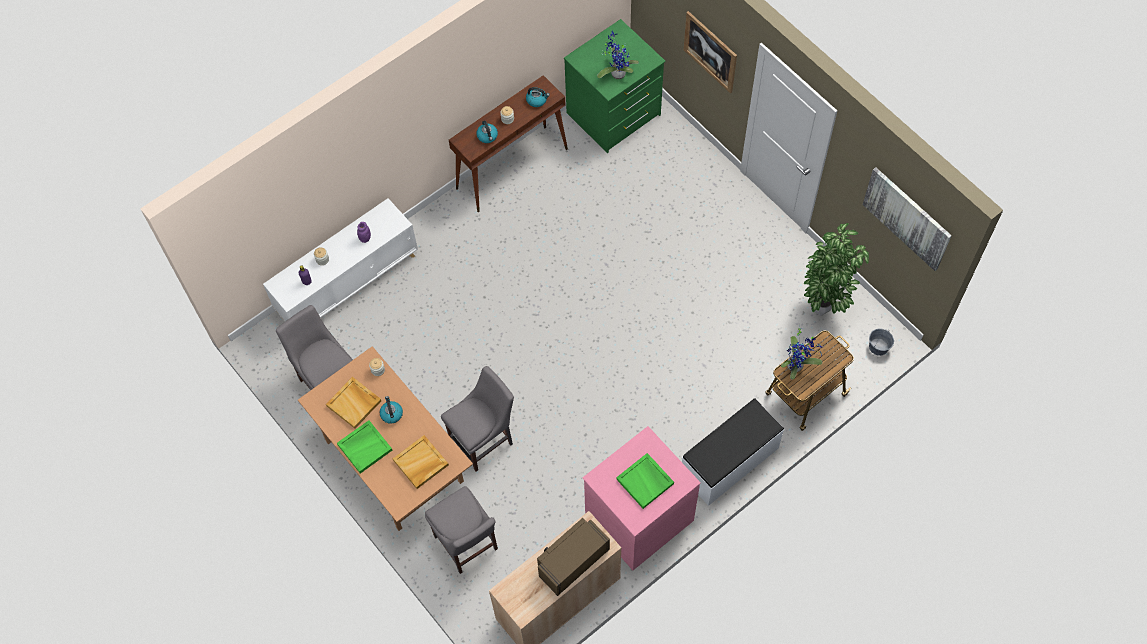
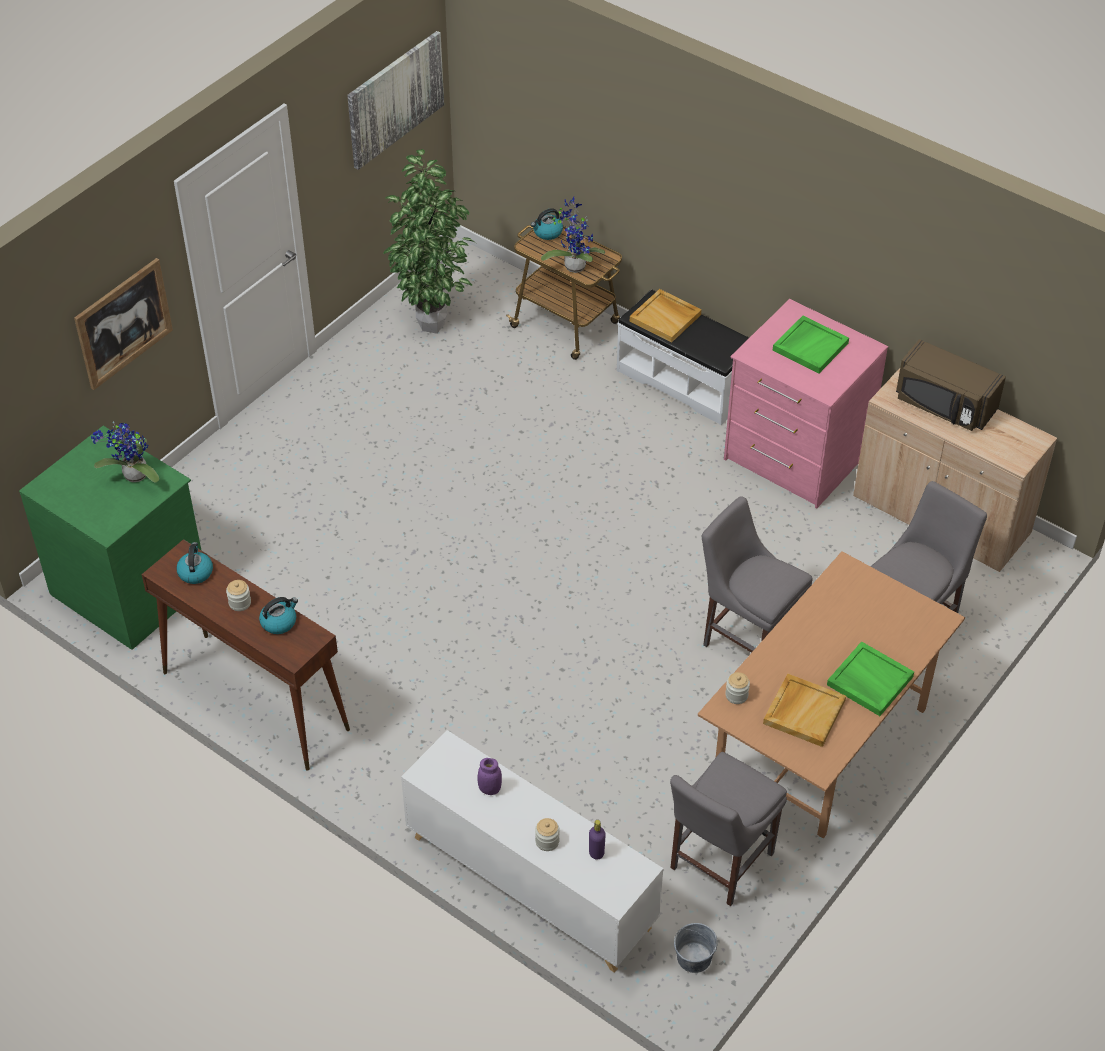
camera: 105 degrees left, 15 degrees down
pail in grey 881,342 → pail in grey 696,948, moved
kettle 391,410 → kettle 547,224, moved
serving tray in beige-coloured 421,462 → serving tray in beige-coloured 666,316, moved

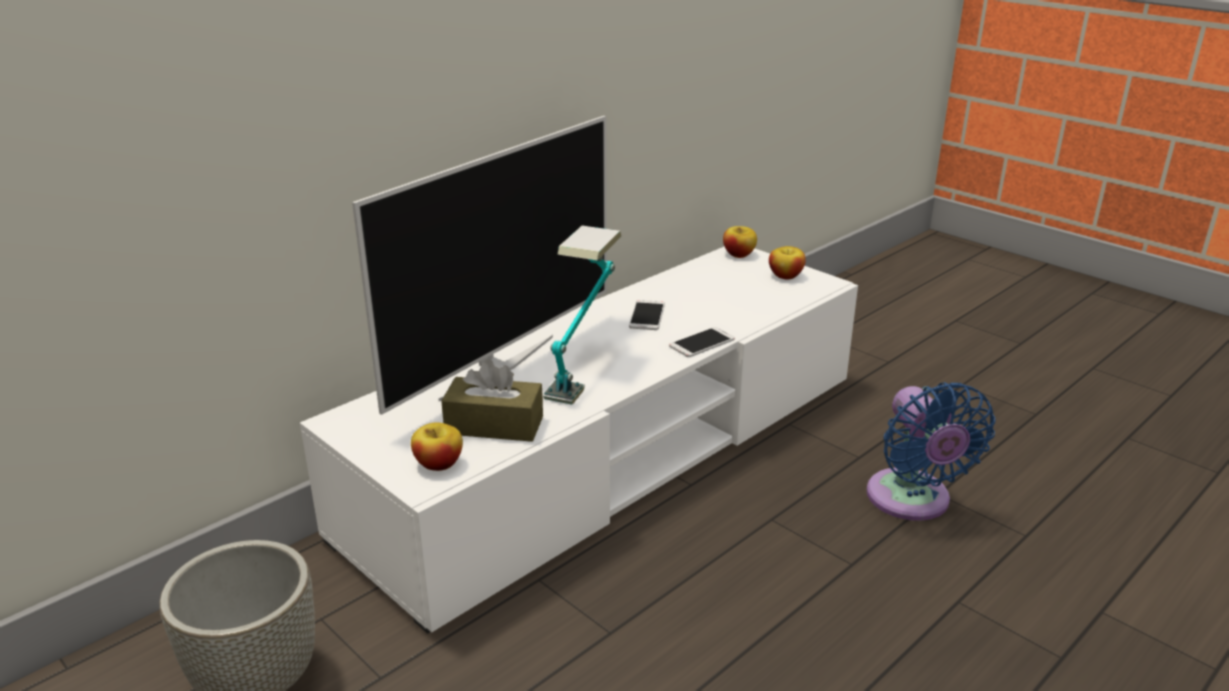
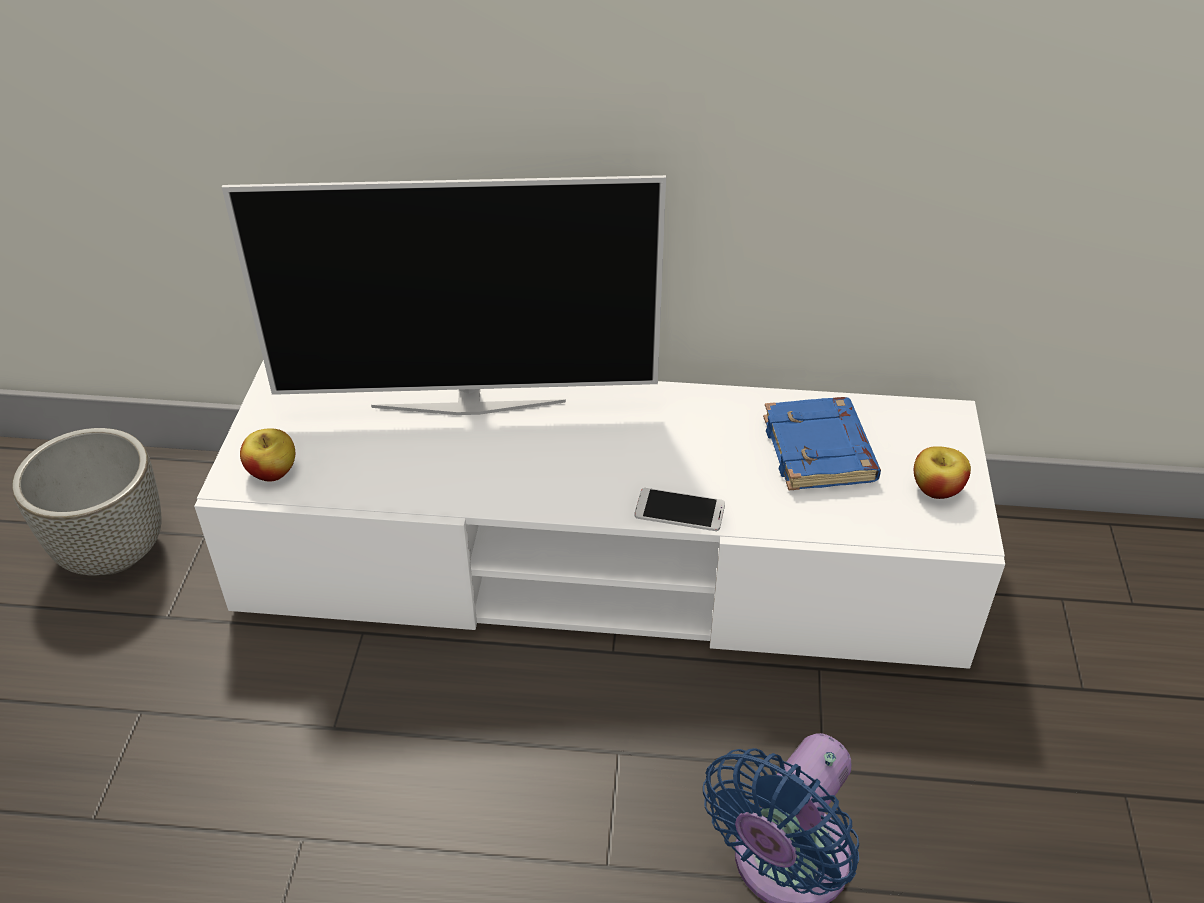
camera: 50 degrees right, 15 degrees up
lamp for a table 582,315 → -
whole apple 740,242 → -
phone 647,315 → -
tissue box in brown-coloured 492,400 → -
- → volume in bluish 822,443

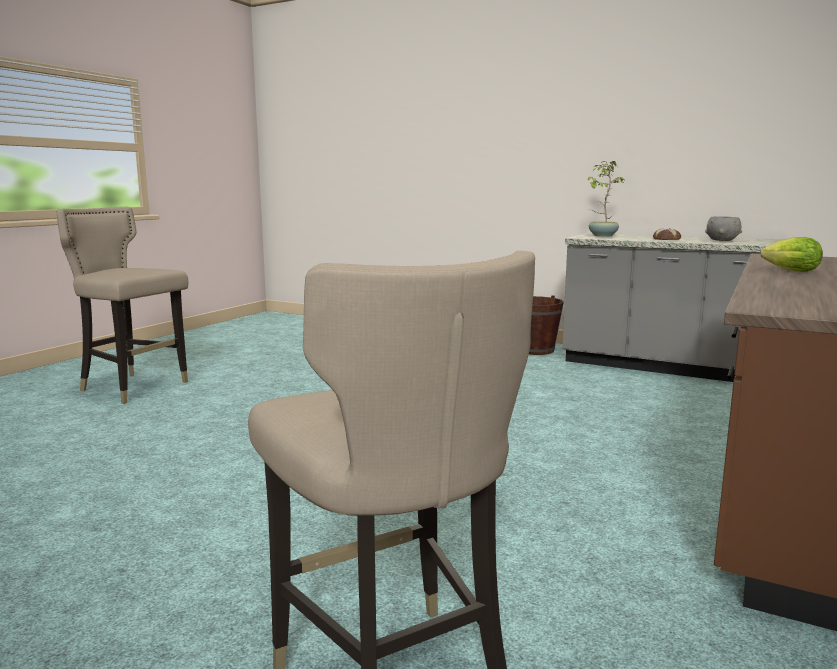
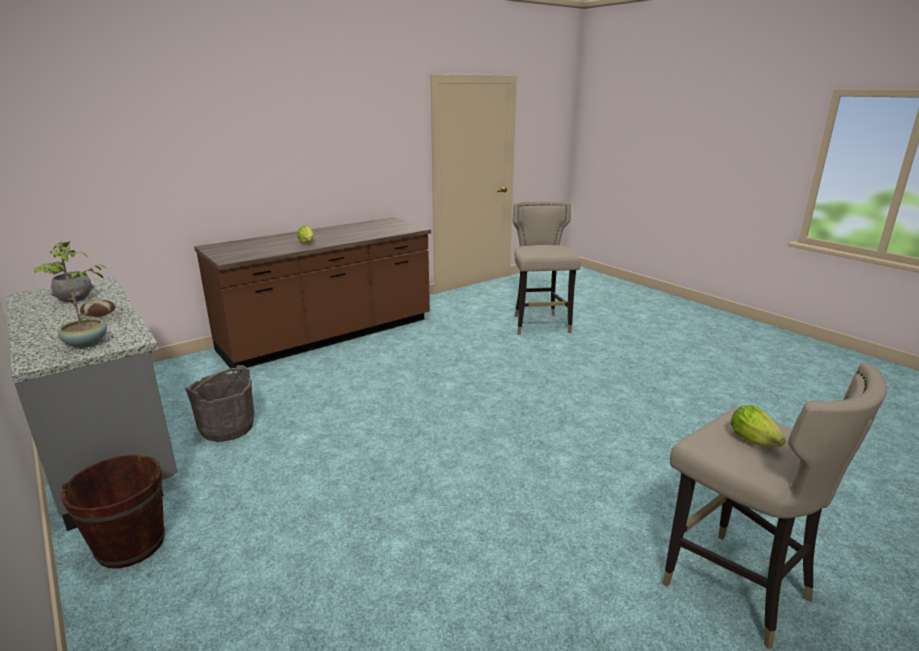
camera: 155 degrees left, 10 degrees up
- → pail in grey 219,403
- → lettuce 758,426

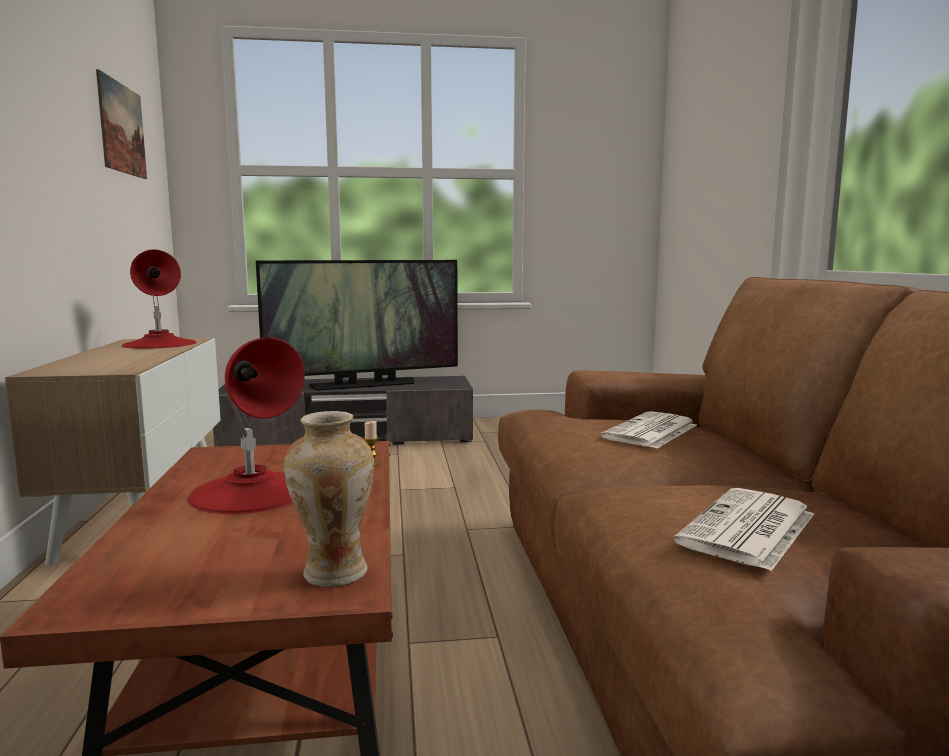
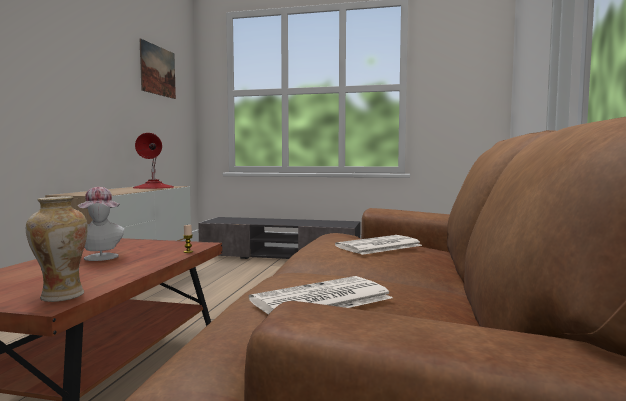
camera: 20 degrees right, 5 degrees down
TV set 357,325 → -
lamp for a table in red-coloured 246,425 → wearable hat 101,224

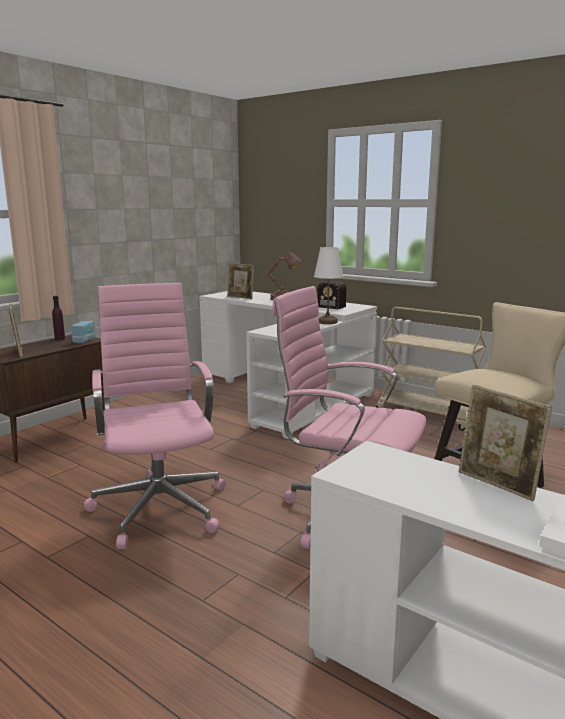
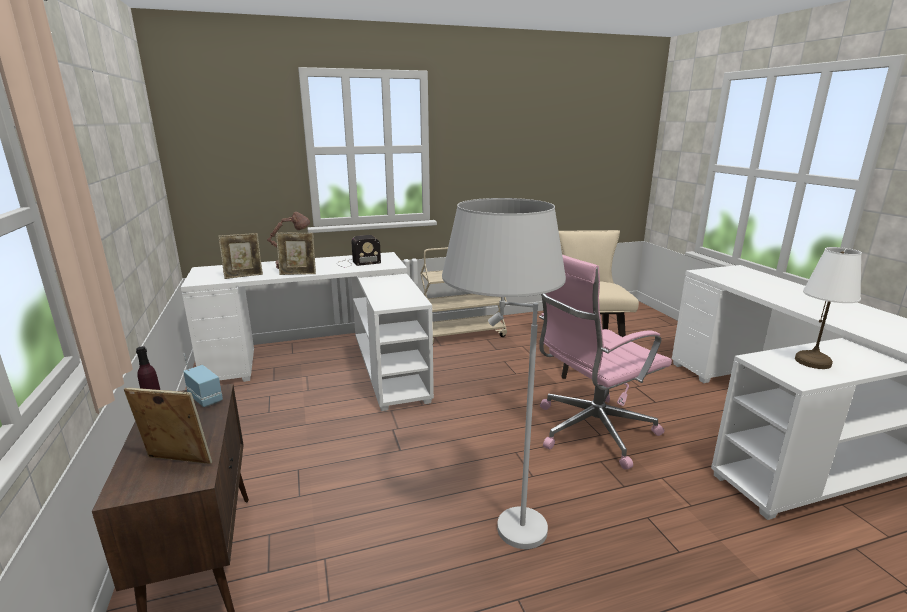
camera: 55 degrees left, 5 degrees up
lamp for a table in whitish 328,285 → lamp for a table in whitish 828,308, moved
office chair in pink 155,416 → standard lamp in whitish 504,373
picture frame 505,443 → picture frame 296,254, moved

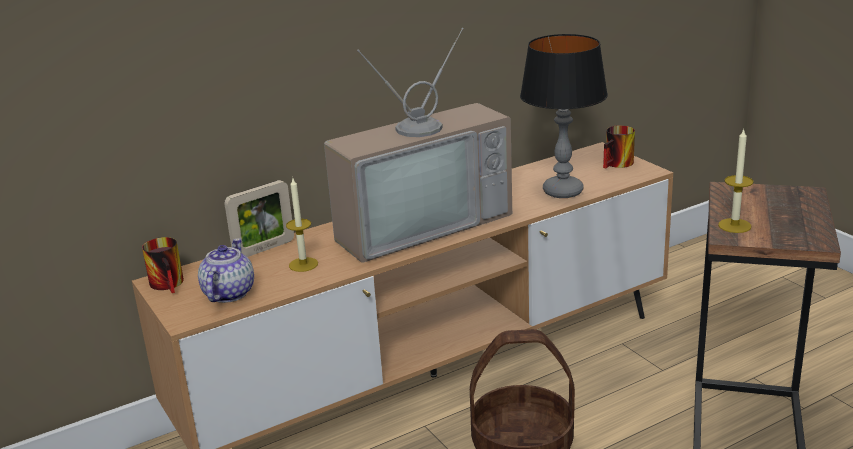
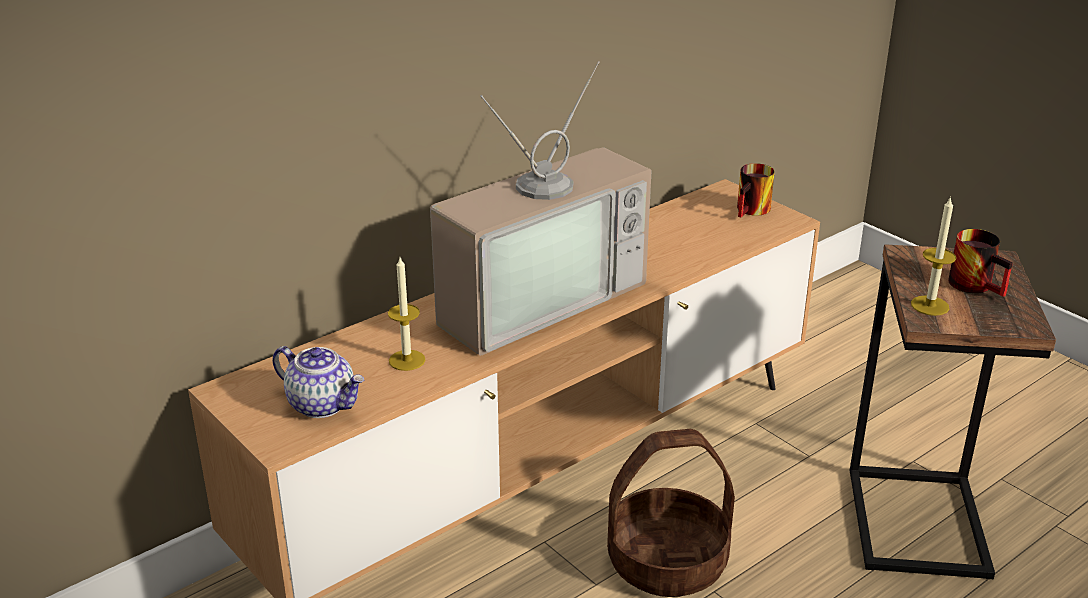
camera: 10 degrees left, 5 degrees up
lamp for a table 564,116 → -
picture frame 259,218 → -
tea mug 163,265 → tea mug 980,263, moved
pot for tea 226,270 → pot for tea 318,382, 120 degrees clockwise

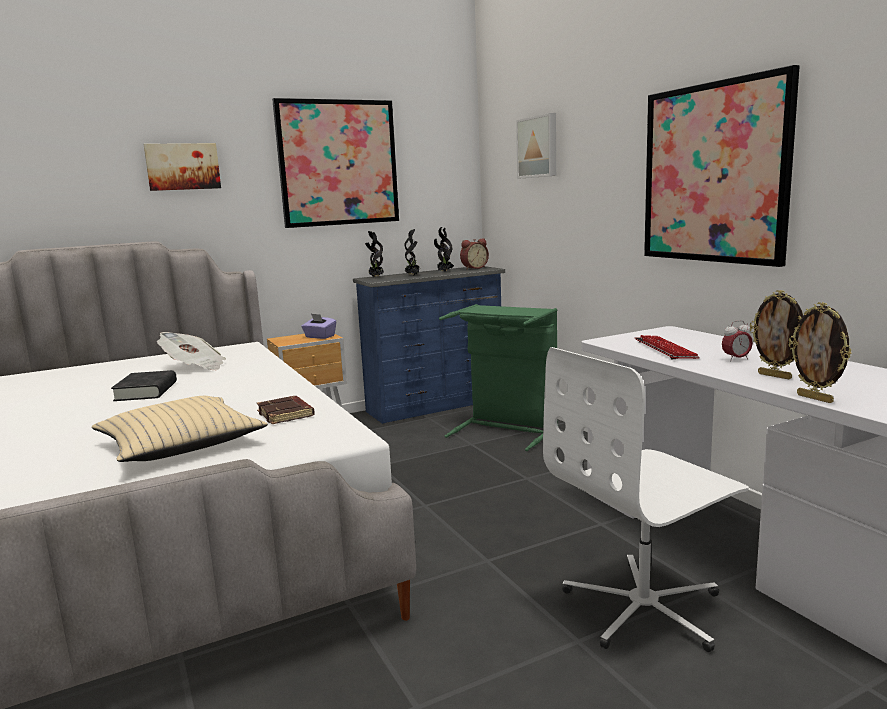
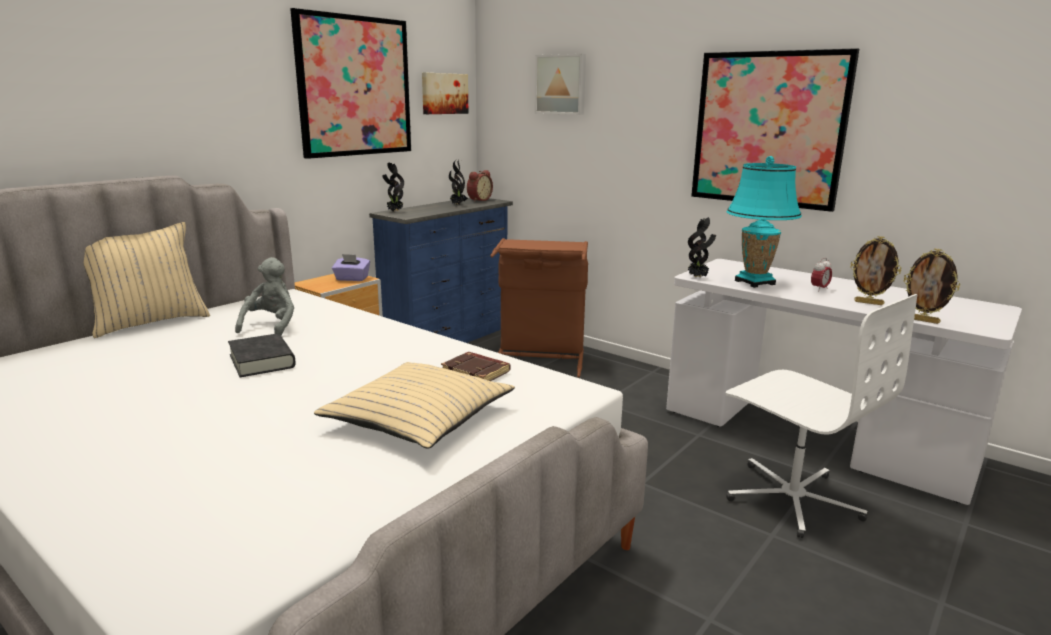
camera: 25 degrees left, 5 degrees up
picture 182,167 → picture 445,93, moved
houseplant 412,252 → houseplant 702,247, moved
washing basket in green-coloured 498,377 → washing basket in brown-coloured 539,307
newspaper 191,351 → cuddly toy in grey 264,296
PC keyboard 667,347 → lamp for a table in blue-green 764,222
office chair in whitish 646,499 → office chair in whitish 822,416, 75 degrees counterclockwise
- → cushion in beige-coloured 147,280

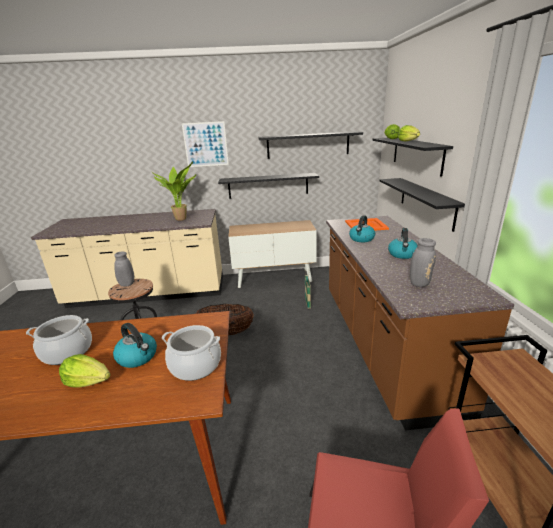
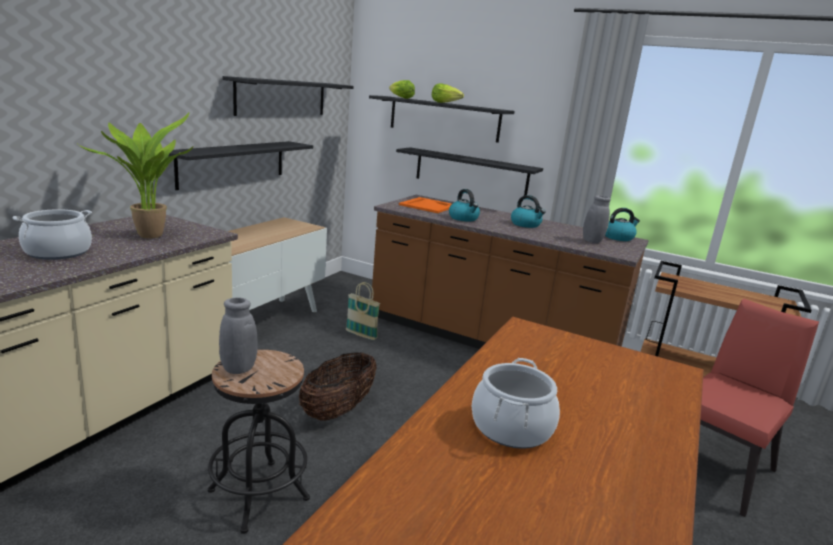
camera: 60 degrees left, 5 degrees down
picture 205,144 → -
kettle 135,345 → kettle 622,224, moved
saucepot 191,353 → saucepot 52,234, moved
lettuce 85,371 → -

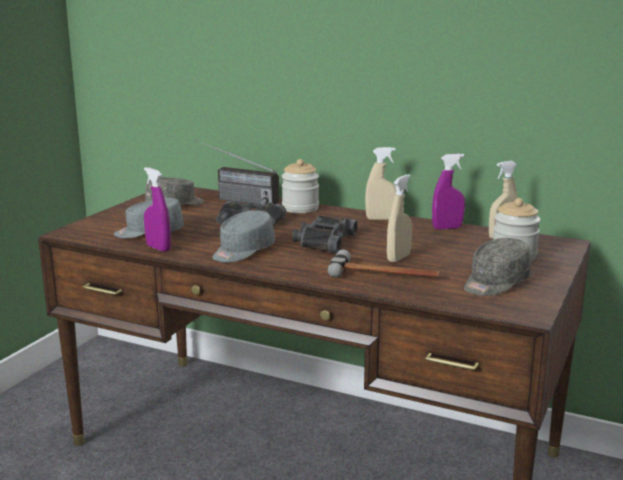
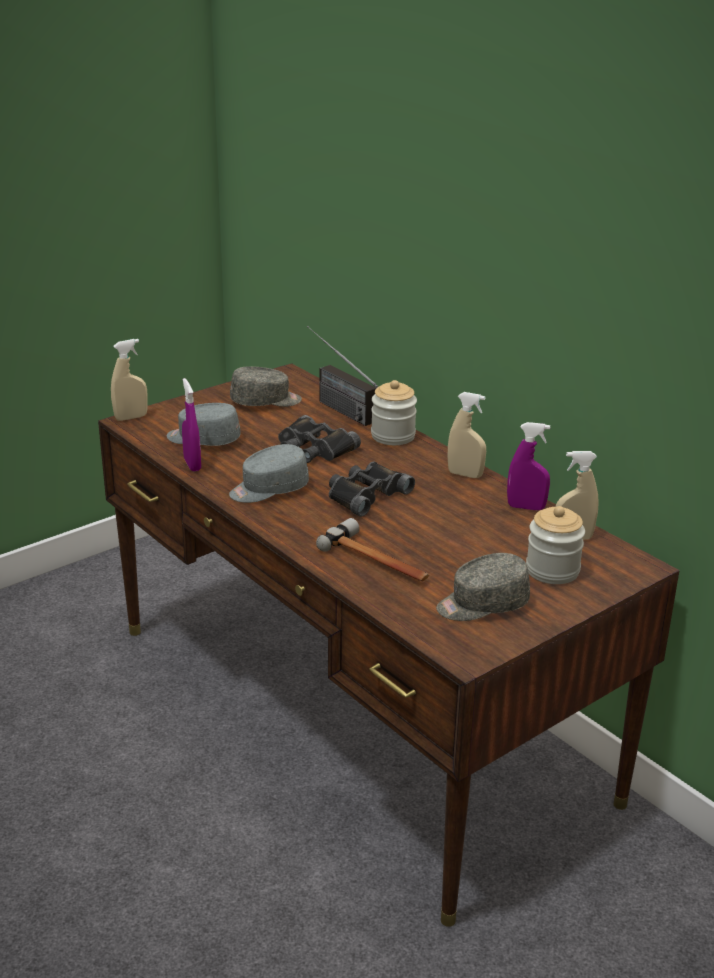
camera: 25 degrees right, 10 degrees up
sprayer in beige-coloured 399,218 → sprayer in beige-coloured 129,380, moved

